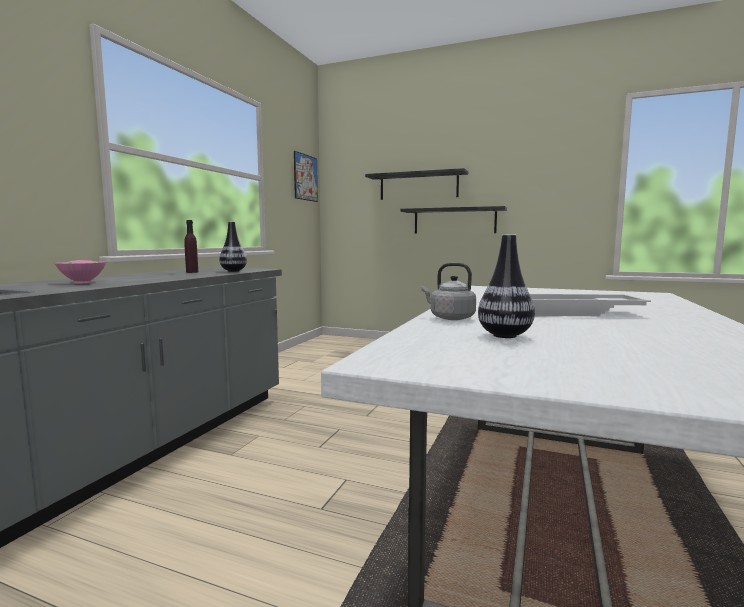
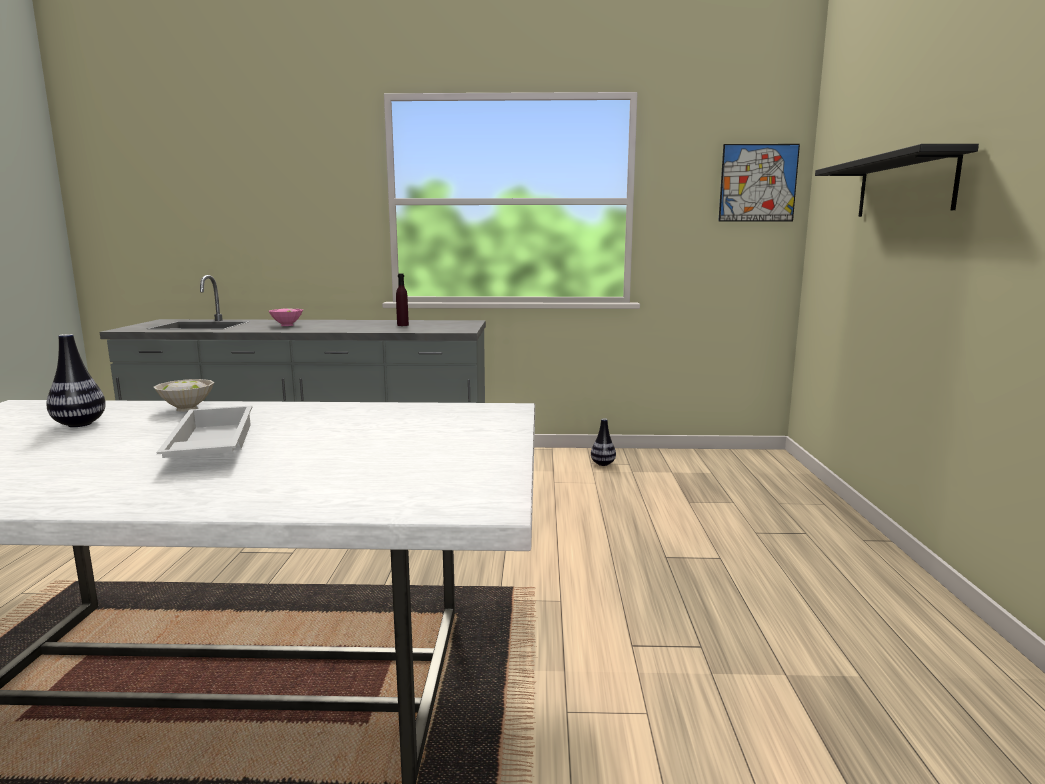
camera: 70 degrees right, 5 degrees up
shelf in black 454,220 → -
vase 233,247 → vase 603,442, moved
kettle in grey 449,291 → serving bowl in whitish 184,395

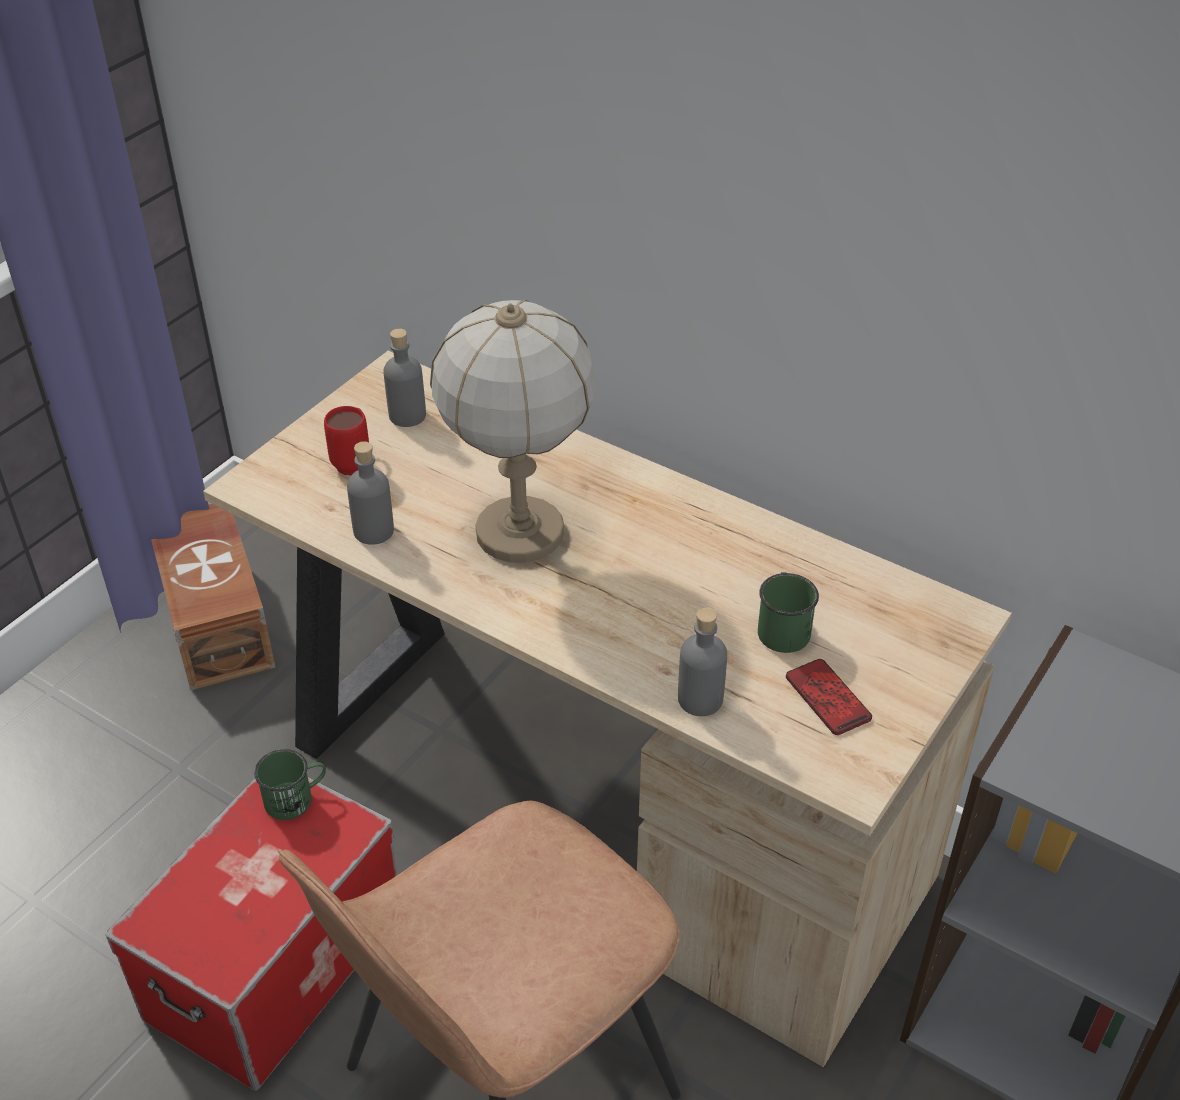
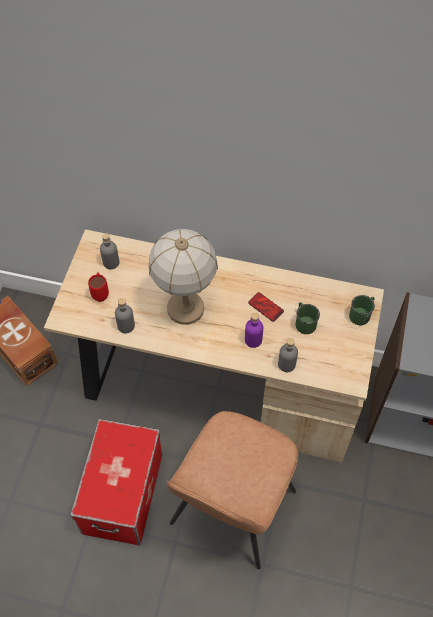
camera: 20 degrees left, 15 degrees up
phone 829,697 → phone 266,307, moved
tea mug in green-coloured 290,784 → tea mug in green-coloured 362,310, moved
- → beverage bottle in purple 254,330

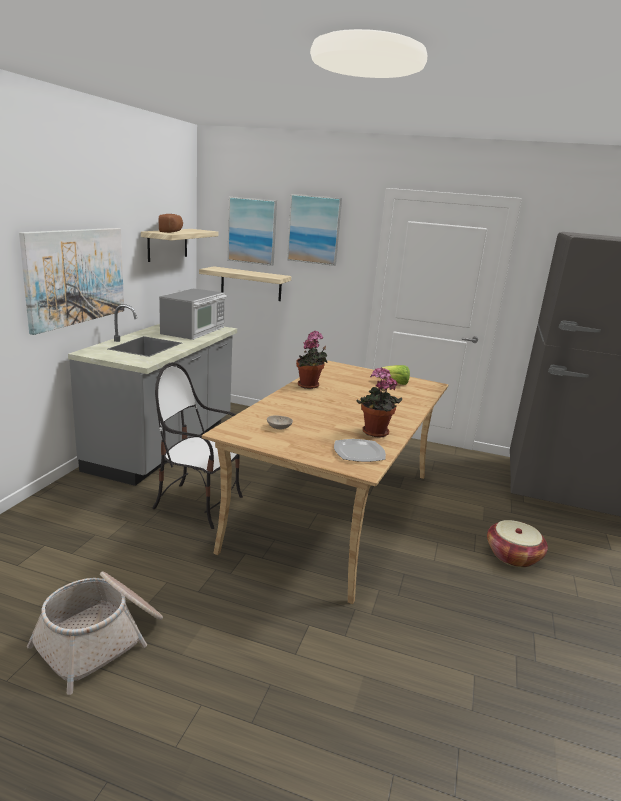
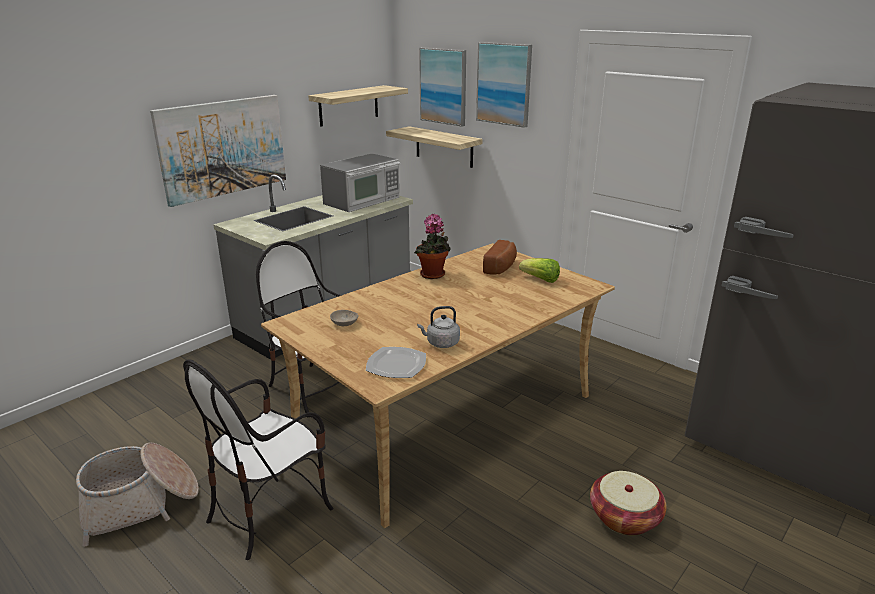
camera: 25 degrees right, 5 degrees up
bakery bread 171,223 → bakery bread 500,257, moved
houseplant 379,402 → kettle in grey 438,327
- → plain chair 258,459

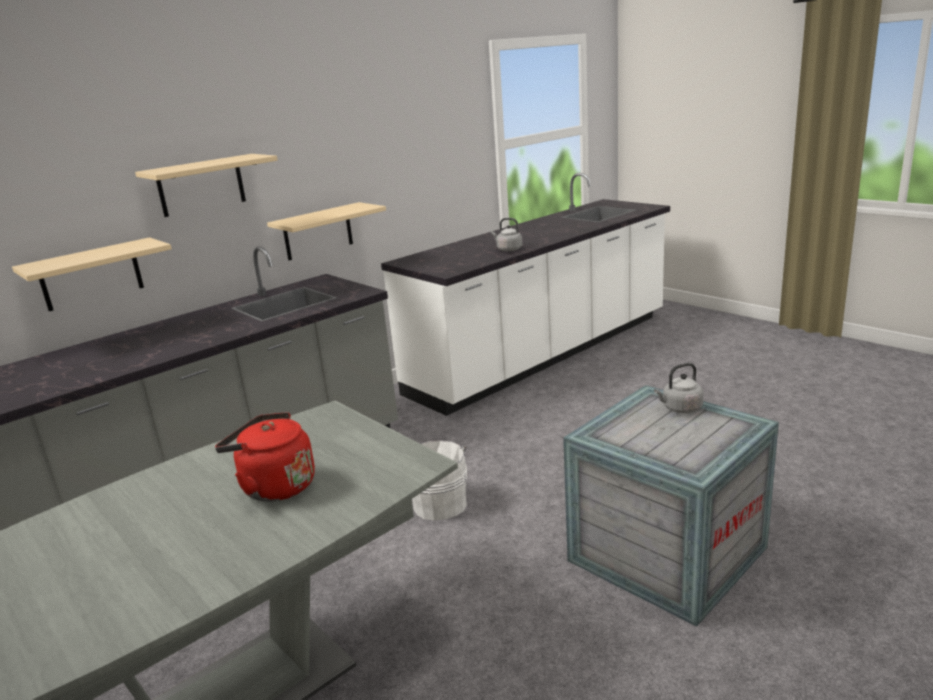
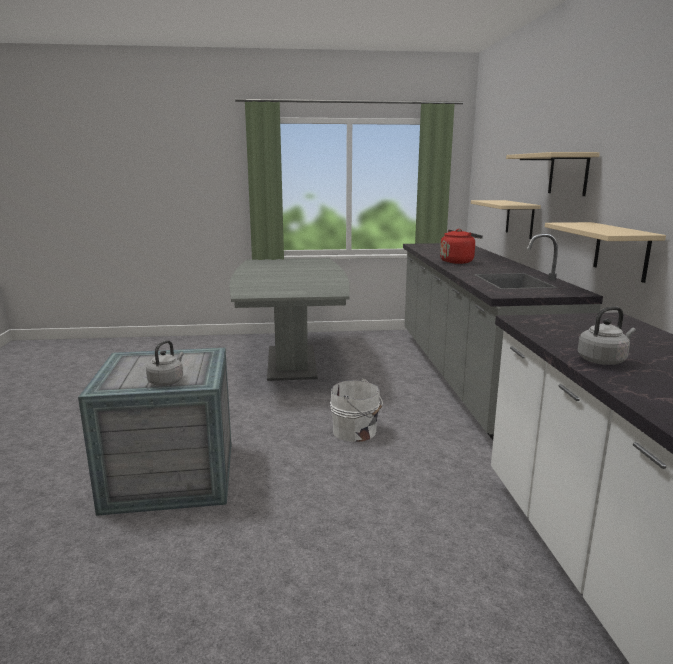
camera: 125 degrees right, 5 degrees down
kettle in red-coloured 265,457 → kettle in red-coloured 461,246, moved

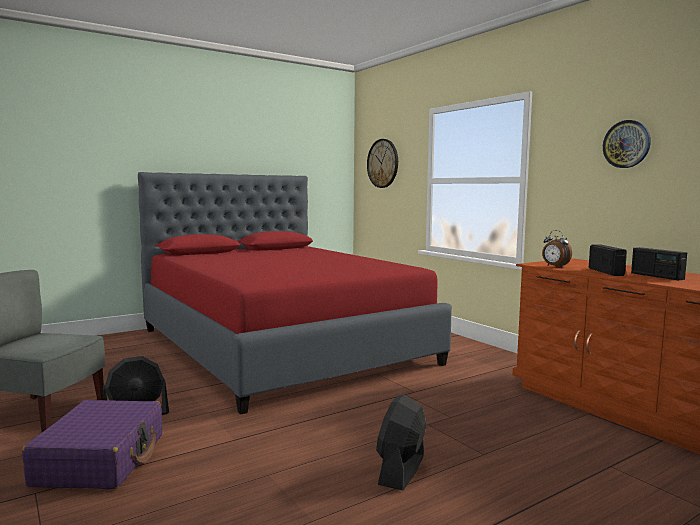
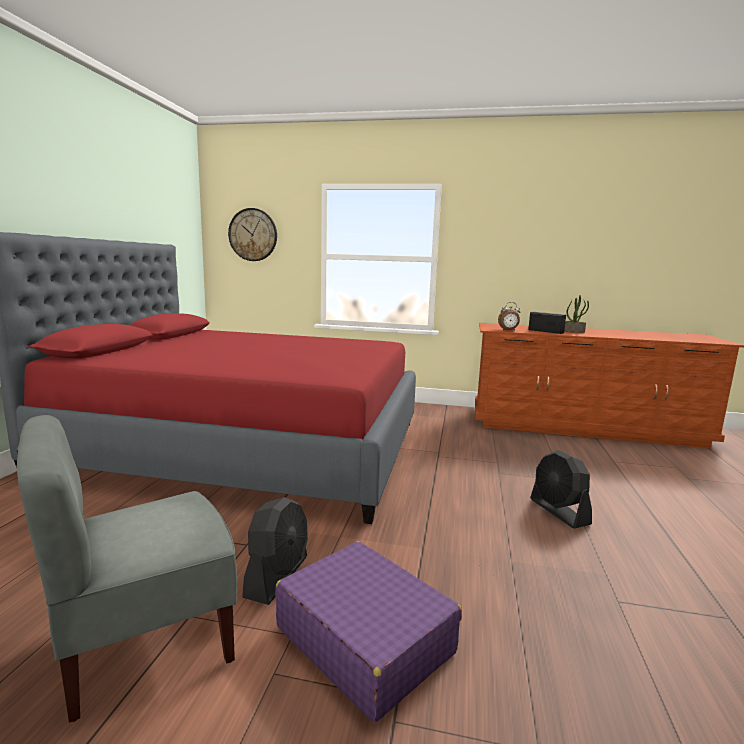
camera: 45 degrees left, 5 degrees up
wall clock 627,144 → -
radio receiver 659,263 → houseplant 576,314

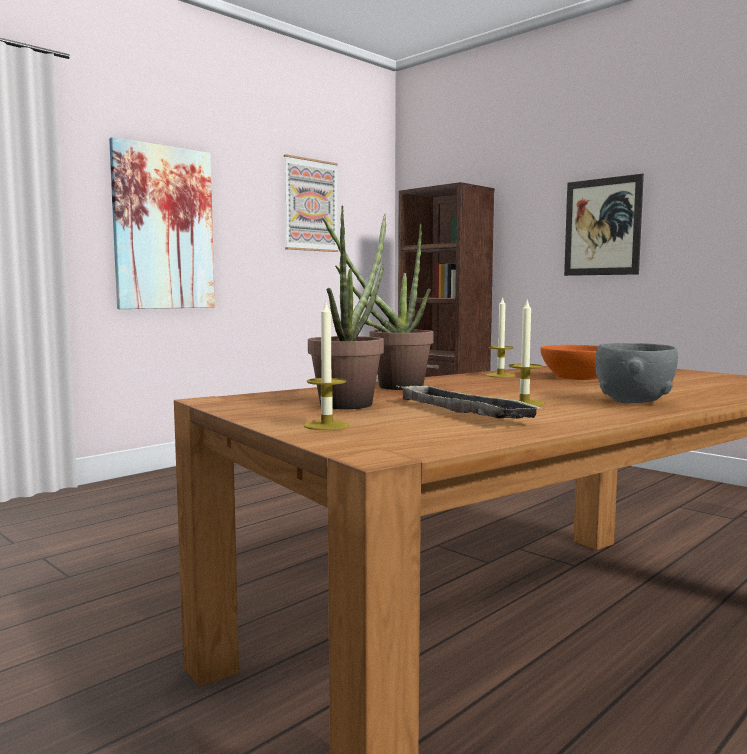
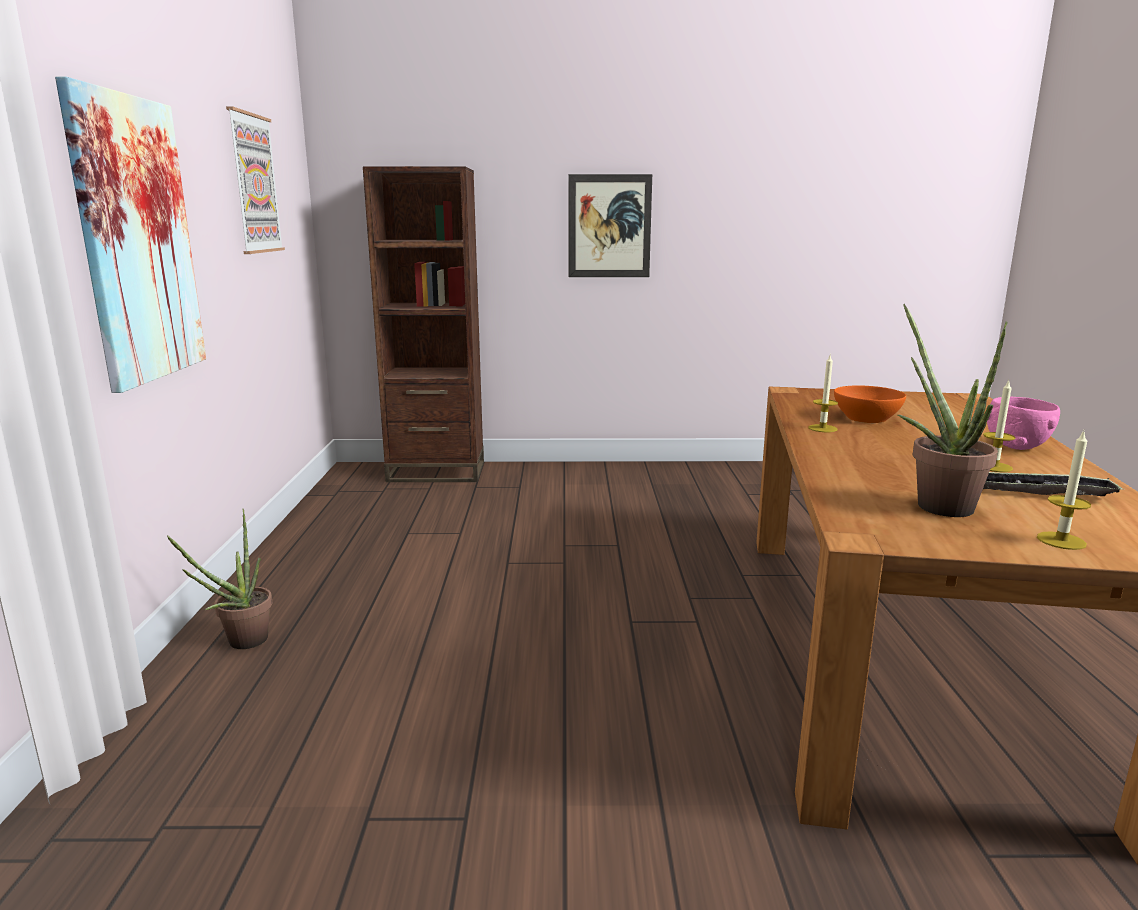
camera: 45 degrees left, 10 degrees up
houseplant 378,303 → houseplant 220,579, moved
serving bowl in grey 636,373 → serving bowl in pink 1023,423

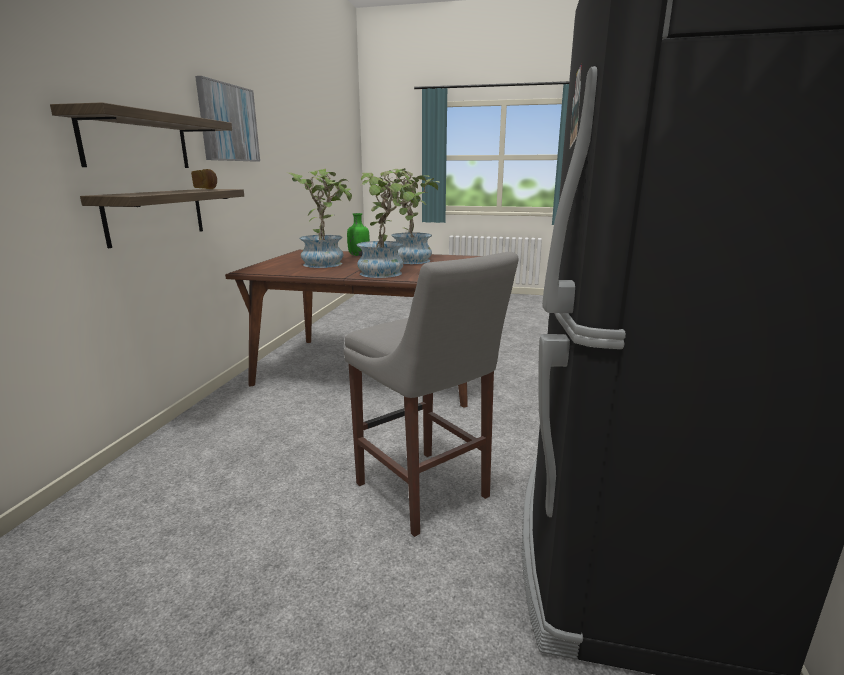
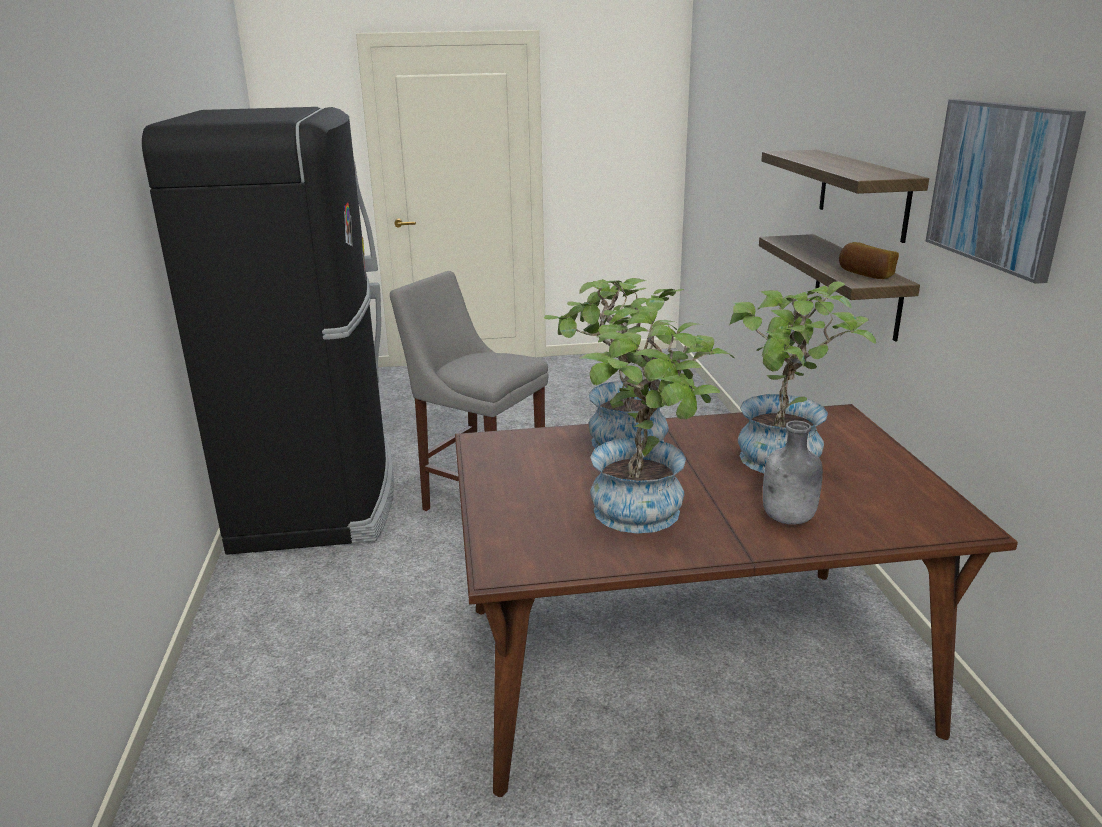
camera: 160 degrees right, 5 degrees up
beverage bottle in green-coloured 358,234 → beverage bottle in grey 793,473

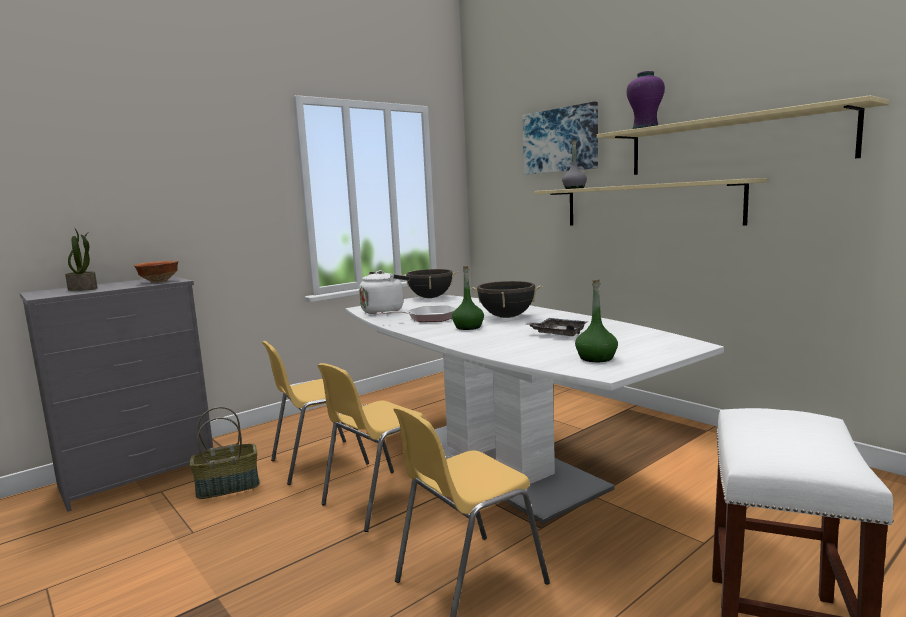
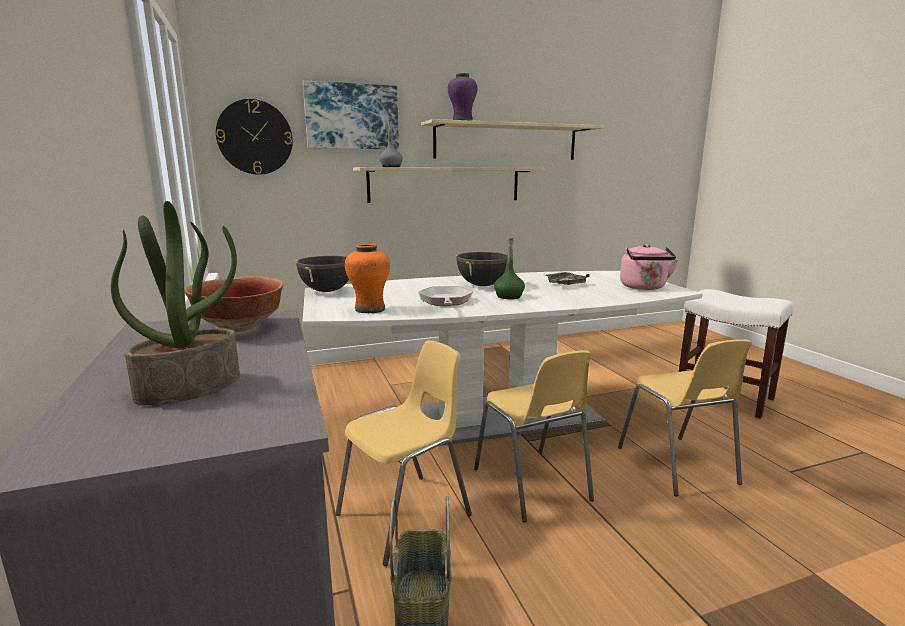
camera: 70 degrees left, 5 degrees up
kettle in whitish 384,292 → vase in orange 367,278
beverage bottle in green-coloured 596,321 → kettle in pink 649,267
plain chair in yellow-coloured 315,413 → plain chair in yellow-coloured 404,453, 120 degrees counterclockwise
- → wall clock 254,137

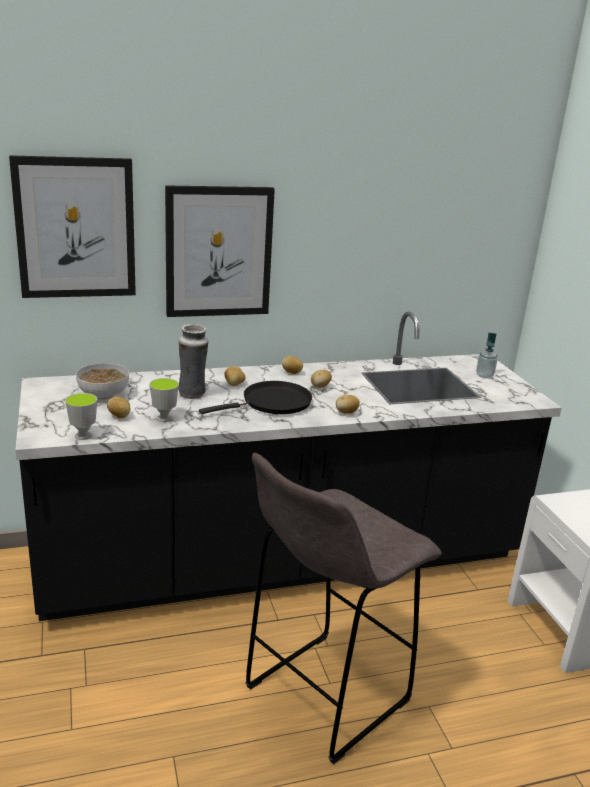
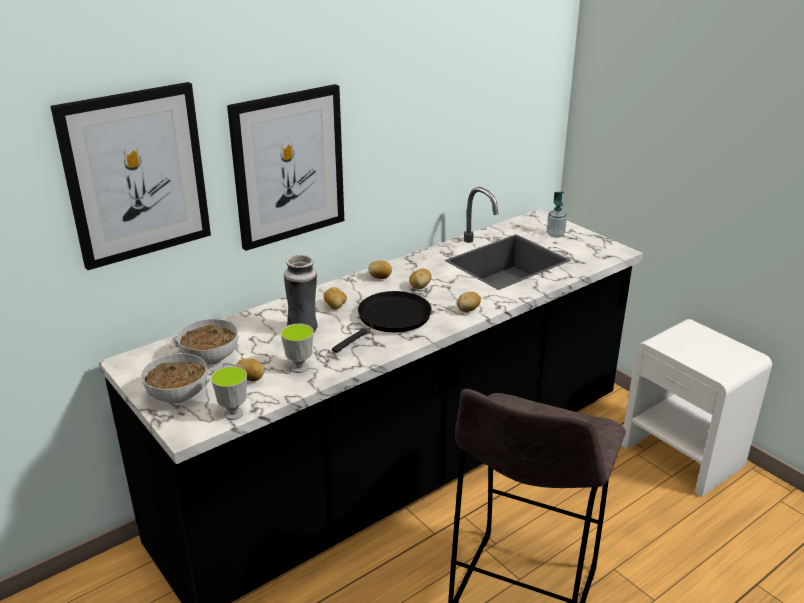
camera: 20 degrees left, 5 degrees up
- → serving bowl 174,378

